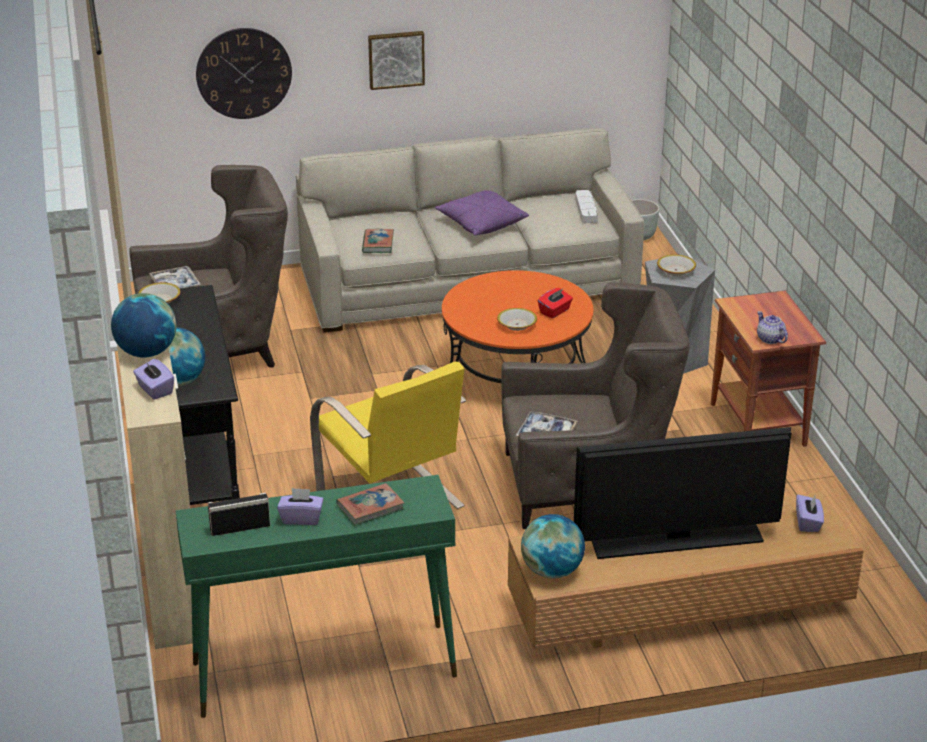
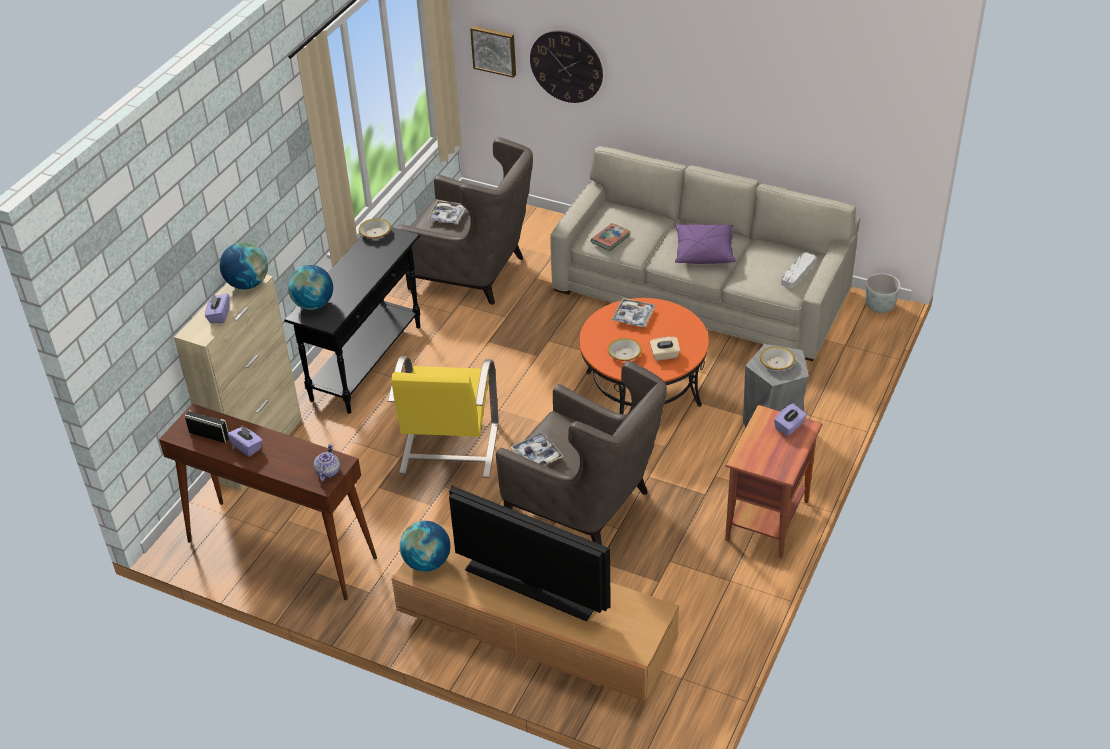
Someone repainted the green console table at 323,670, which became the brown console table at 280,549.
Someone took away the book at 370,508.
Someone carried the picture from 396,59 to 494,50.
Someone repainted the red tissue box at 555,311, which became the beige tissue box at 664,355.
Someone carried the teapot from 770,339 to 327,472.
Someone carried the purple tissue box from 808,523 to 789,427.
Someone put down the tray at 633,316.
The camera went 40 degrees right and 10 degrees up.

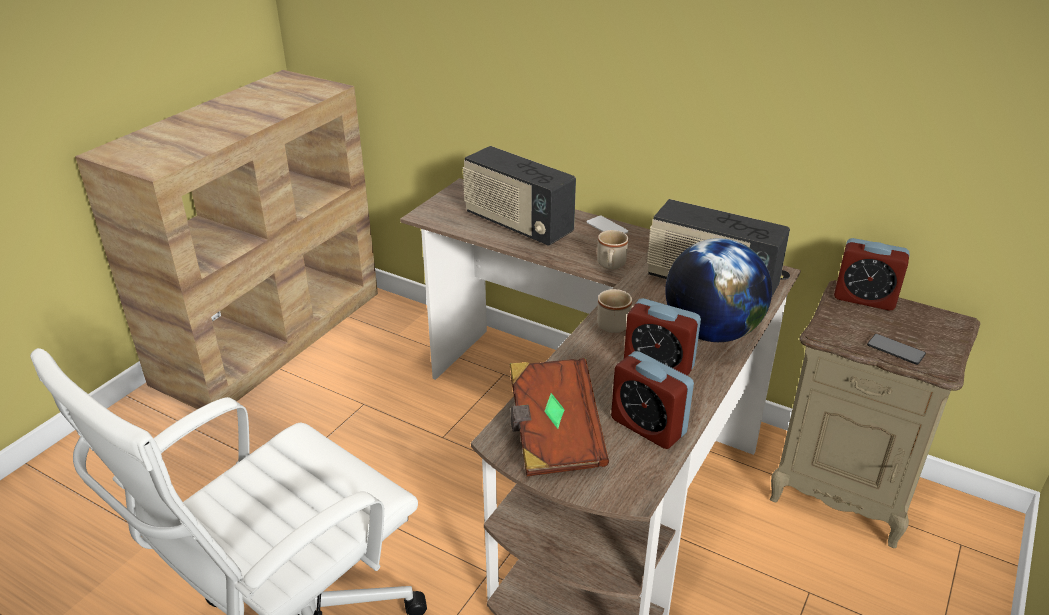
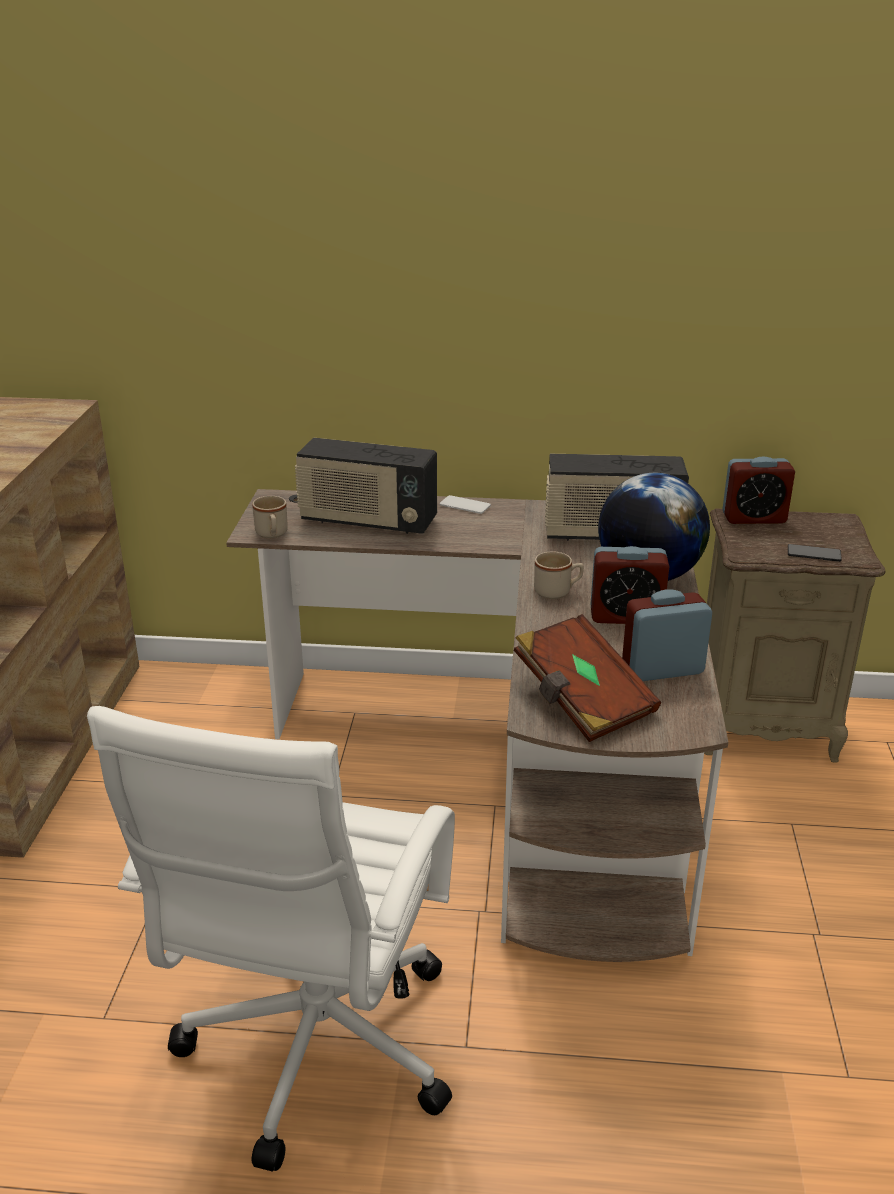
Someone carried the beige mug from 611,265 to 272,534.
Someone rotated the alarm clock at 648,426 by 150 degrees clockwise.
The camera went 25 degrees left and 5 degrees down.

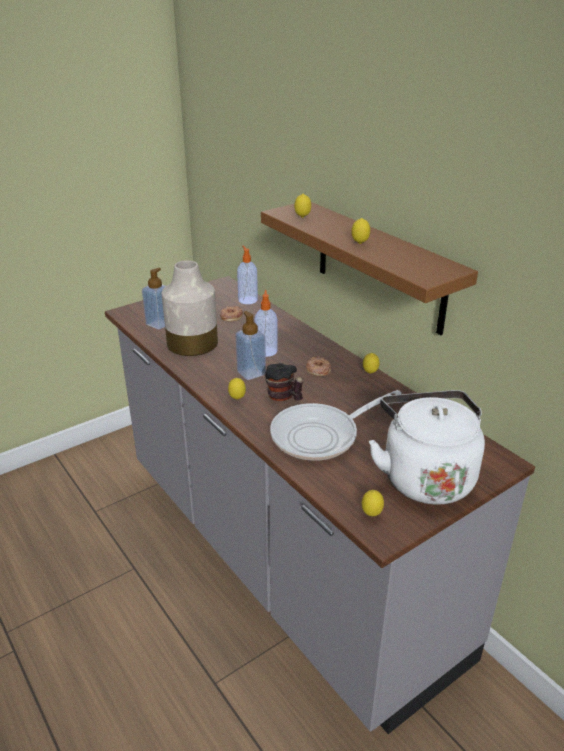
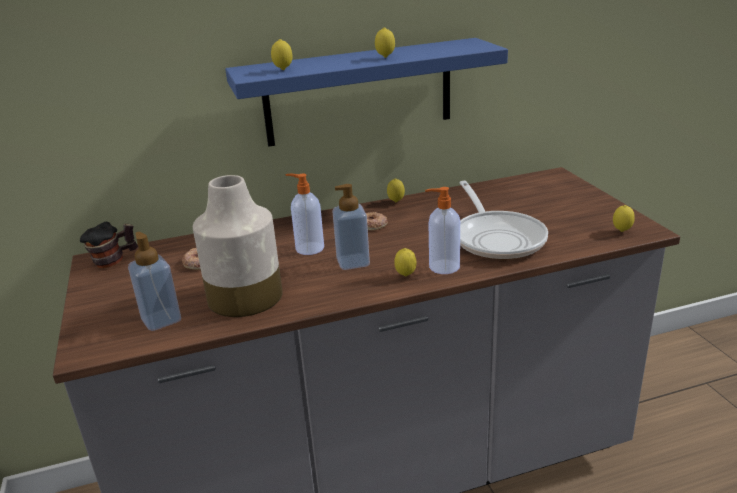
Someone carried the soap dispenser from 247,300 to 443,267.
Someone repainted the brown shelf at 379,266, which became the blue shelf at 359,92.
Someone carried the mug from 284,398 to 114,261.
Someone took away the white kettle at 425,476.
The camera went 70 degrees left and 5 degrees down.

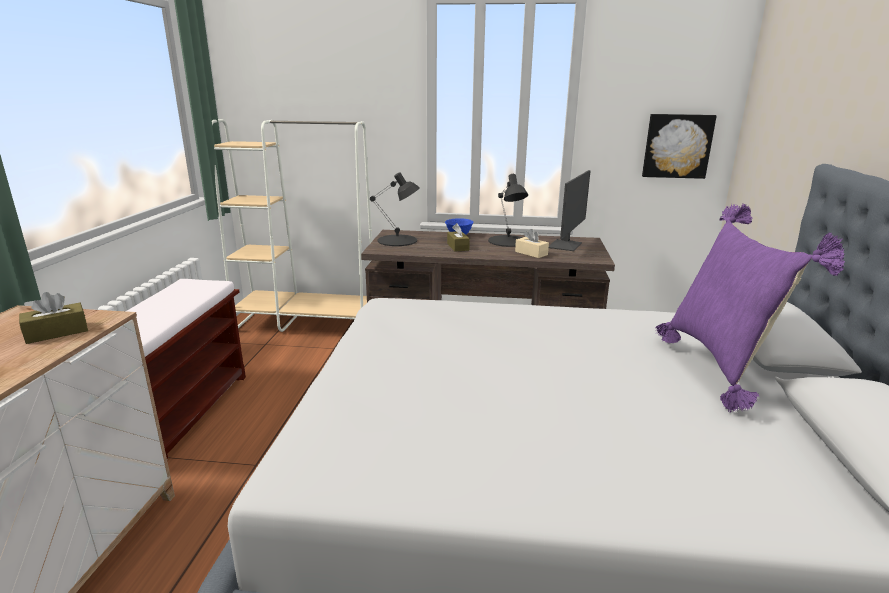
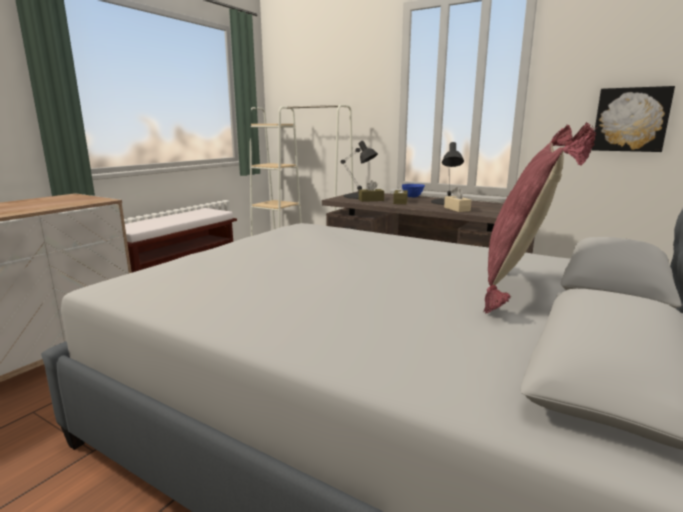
Someone carried the brown tissue box from 57,332 to 371,200.
Someone took away the monitor at 566,245.
Someone repainted the purple pillow at 720,374, which became the red pillow at 520,292.
The camera went 25 degrees right and 5 degrees down.

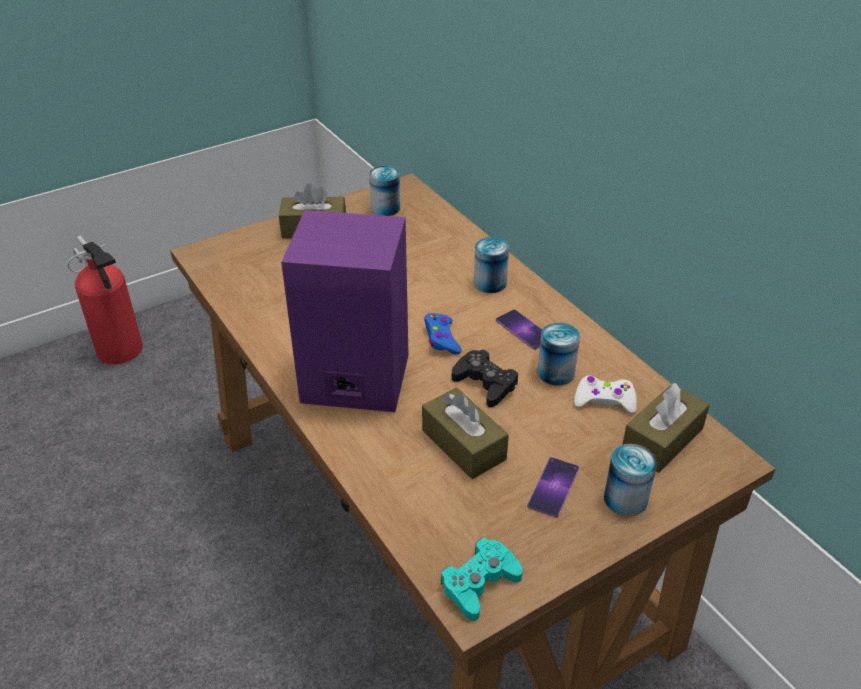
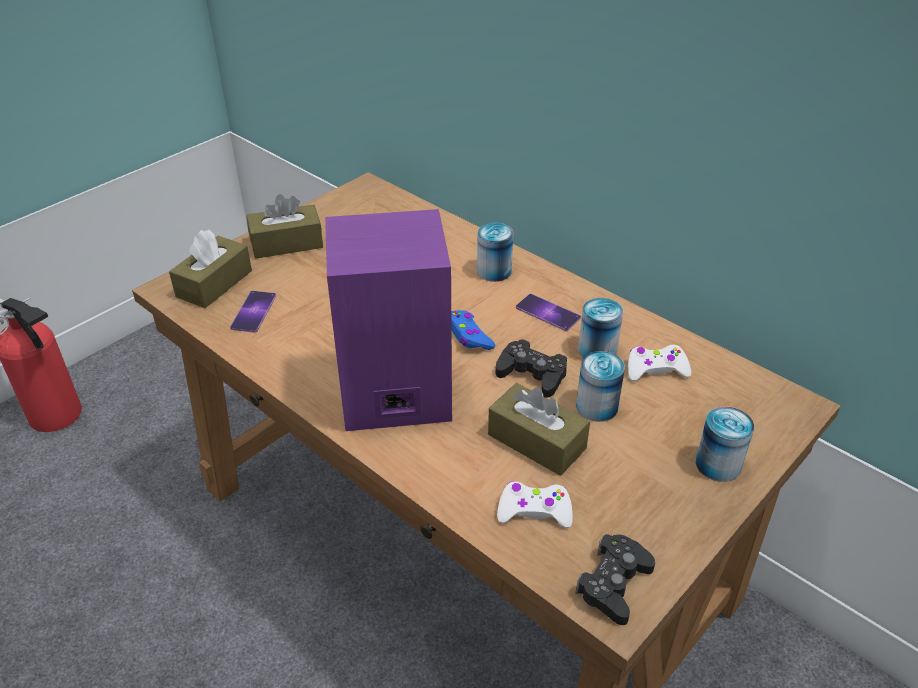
Someone carried the can from 385,208 to 597,406.
Someone repainted the turquoise game controller at 479,584, which became the black game controller at 613,584.
Someone carried the phone from 553,487 to 253,311.
Someone carried the brown tissue box from 662,439 to 214,284.
Someone put down the white game controller at 534,511.
The camera went 15 degrees left and 0 degrees up.

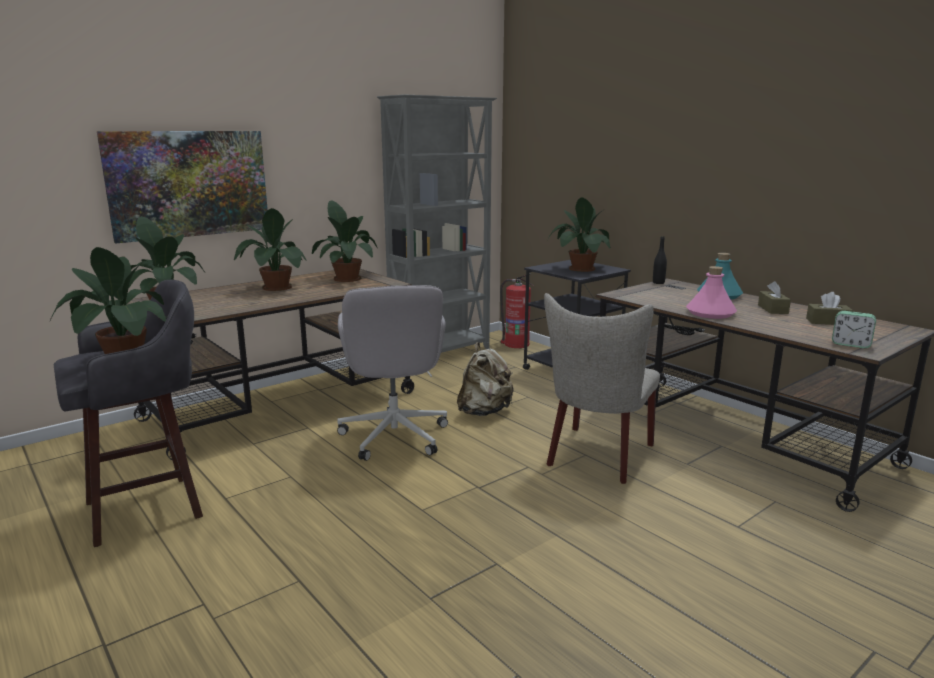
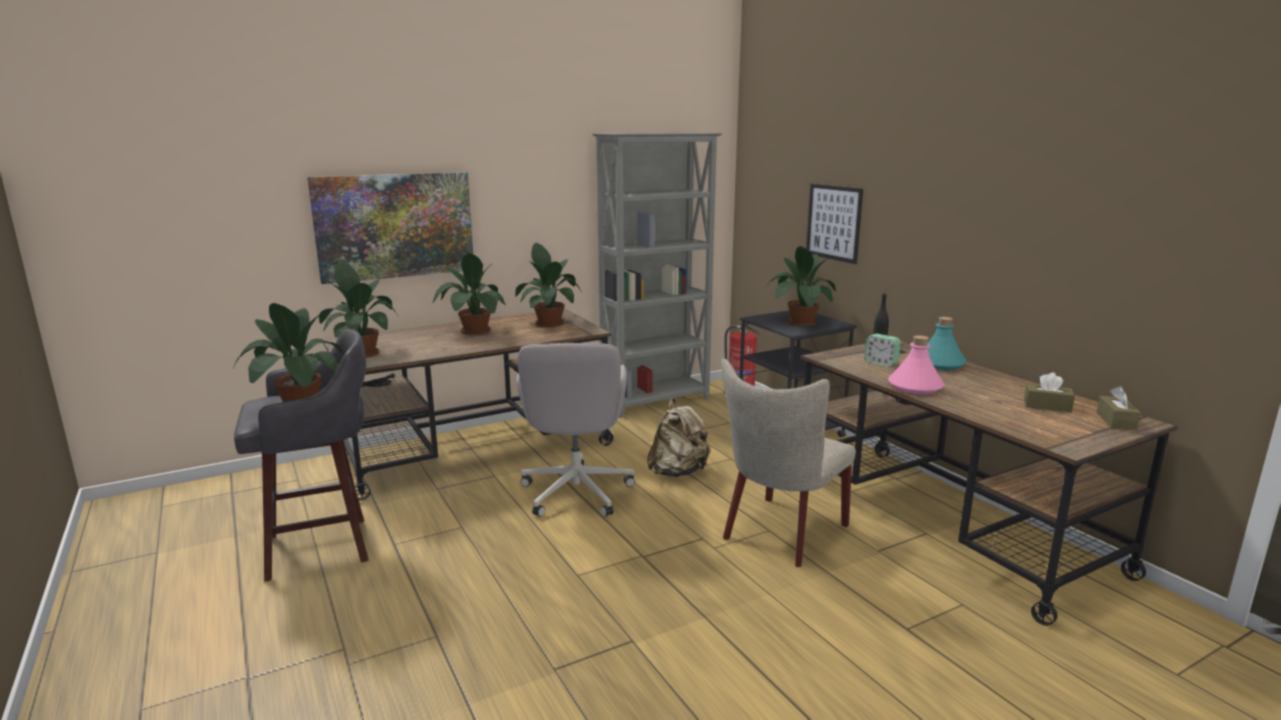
Someone carried the brown tissue box from 772,309 to 1116,421.
Someone carried the alarm clock from 851,344 to 881,363.
Someone put up the picture at 833,222.
The camera went 10 degrees right and 0 degrees up.

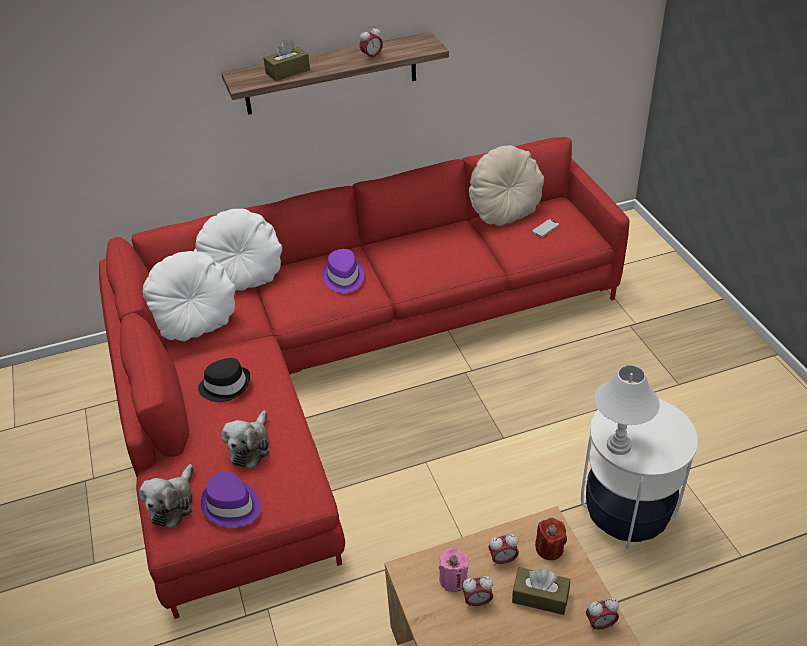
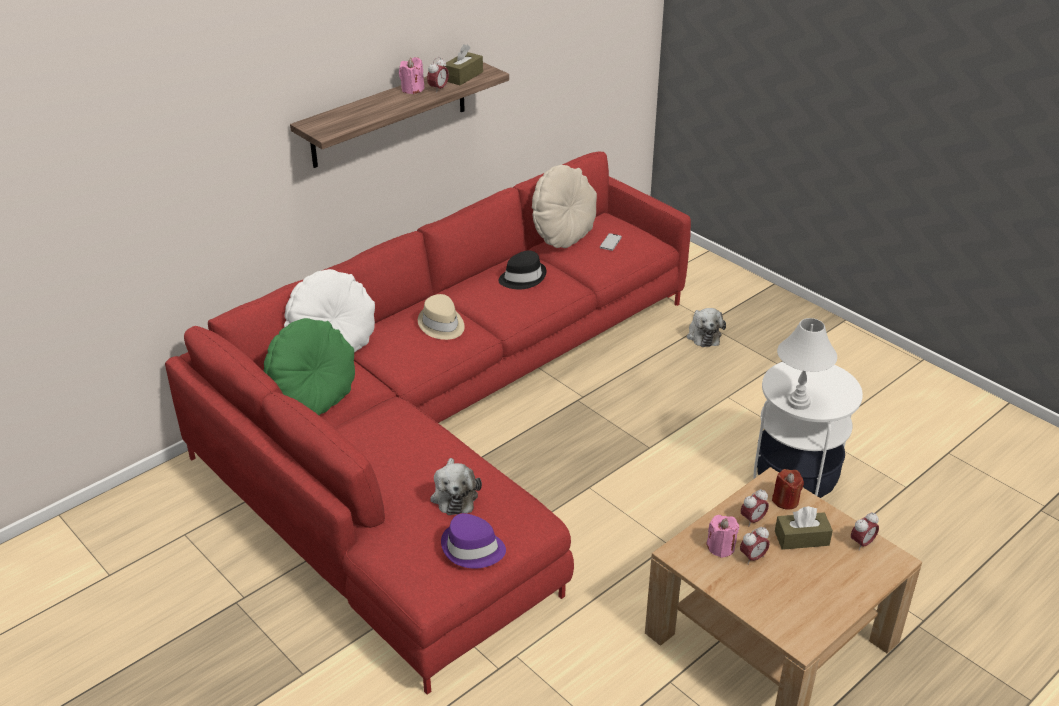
Someone carried the plush toy from 173,504 to 703,335.
Someone repainted the white pillow at 197,326, which became the green pillow at 314,404.
Someone carried the black hat from 225,385 to 522,278.
Someone carried the brown tissue box from 288,71 to 463,76.
Someone repainted the purple hat at 343,277, which became the beige hat at 441,325.
Someone put down the pink candle at 412,89.
The camera went 25 degrees left and 5 degrees down.

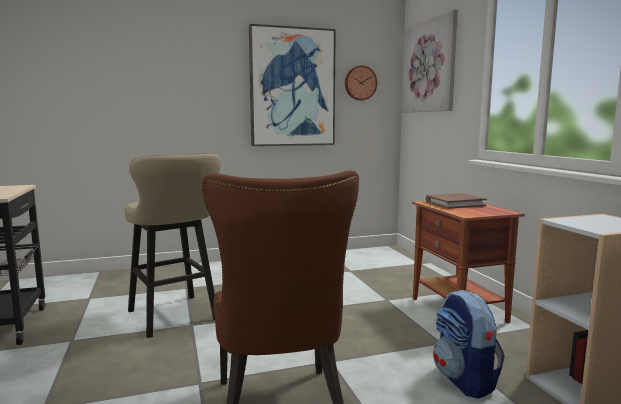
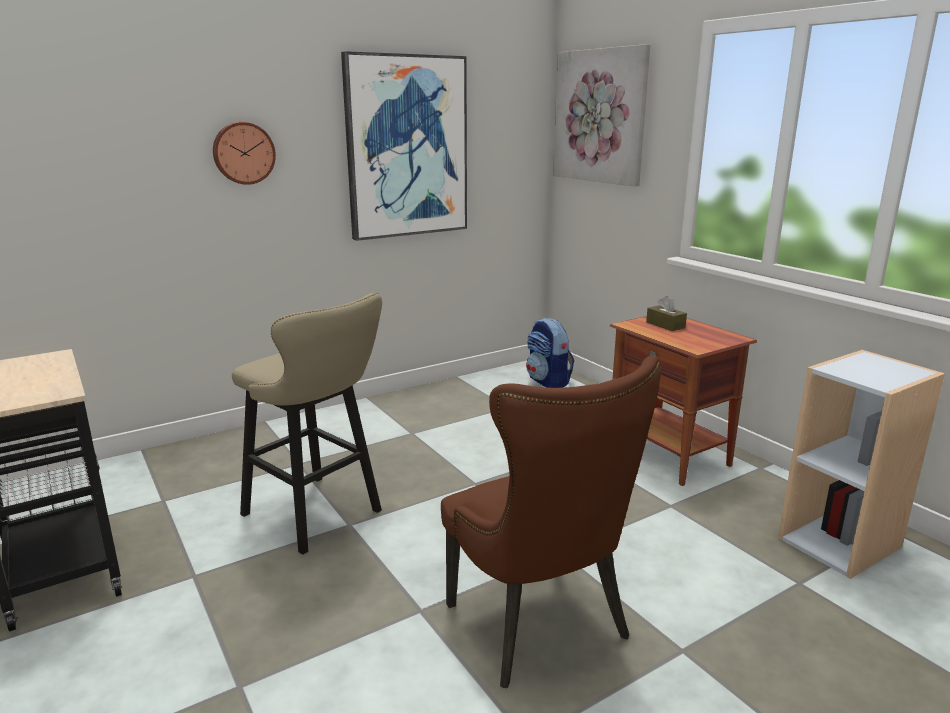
Someone carried the wall clock from 360,83 to 243,153.
Someone swapped the brown book at 455,204 for the brown tissue box at 665,325.
Someone carried the backpack from 465,380 to 548,382.
The camera went 15 degrees left and 10 degrees up.

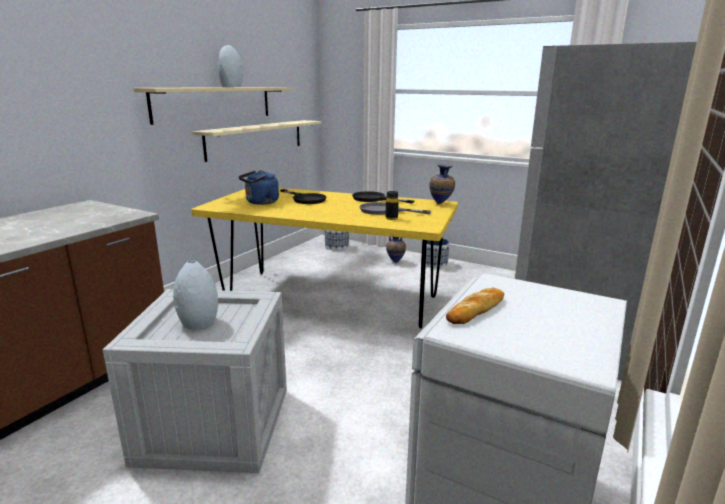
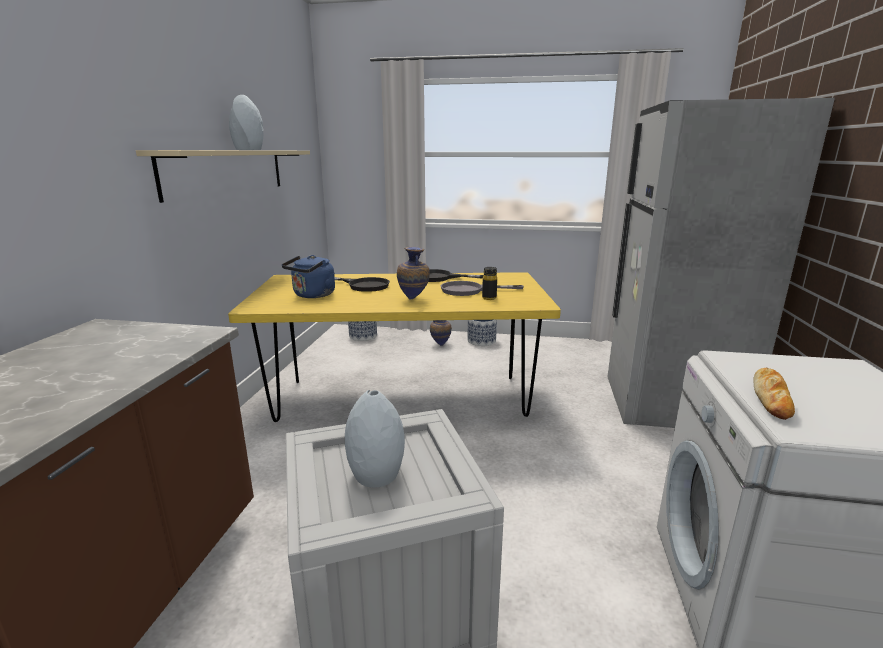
Someone took away the beige shelf at 256,139.
Someone carried the vase from 441,204 to 414,299.
The camera went 20 degrees left and 0 degrees up.

